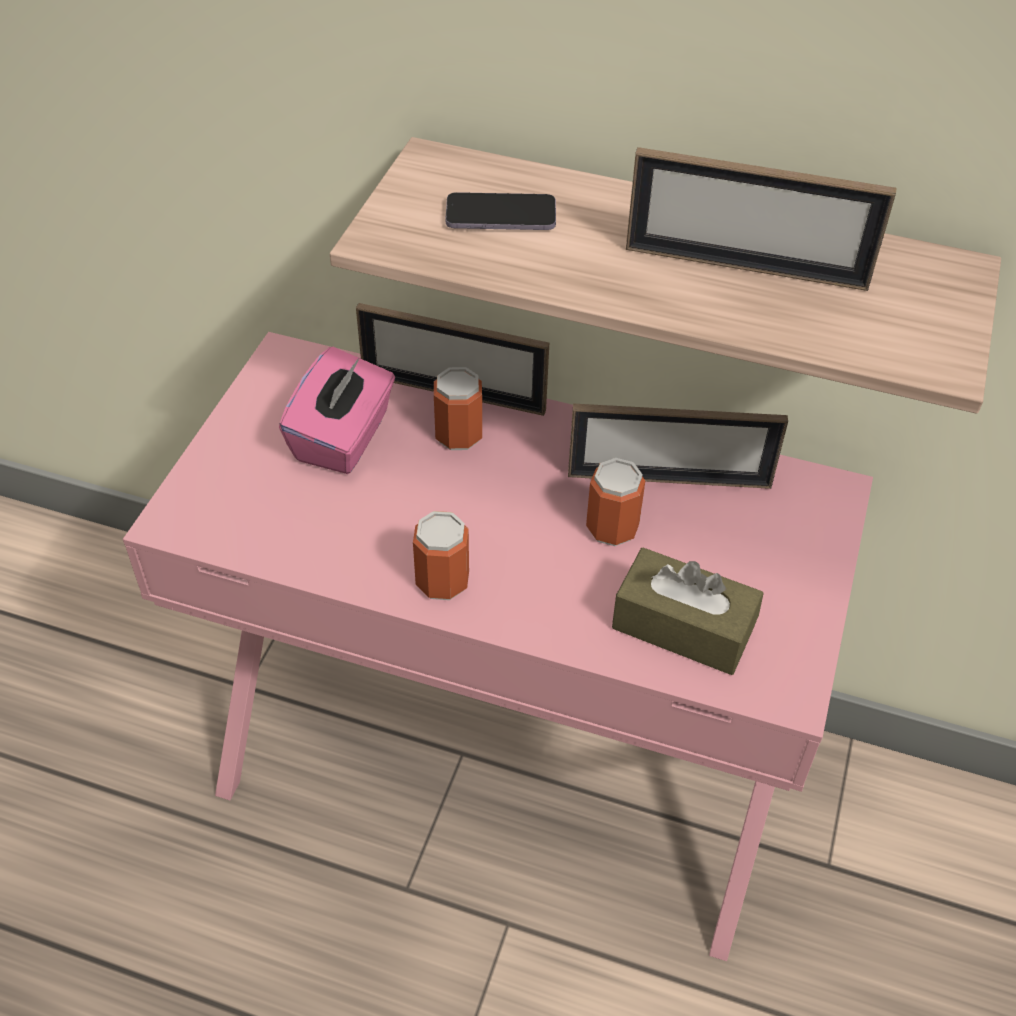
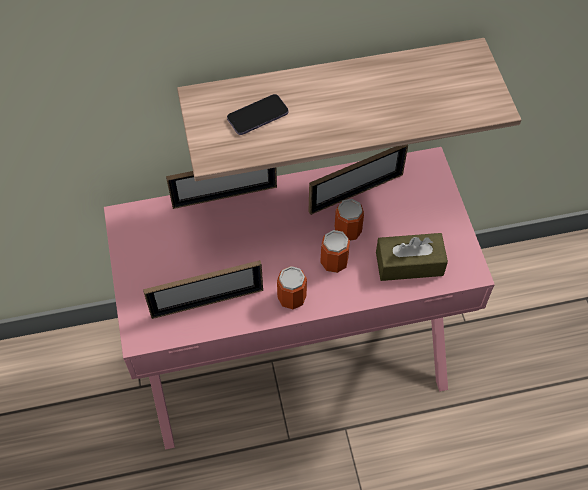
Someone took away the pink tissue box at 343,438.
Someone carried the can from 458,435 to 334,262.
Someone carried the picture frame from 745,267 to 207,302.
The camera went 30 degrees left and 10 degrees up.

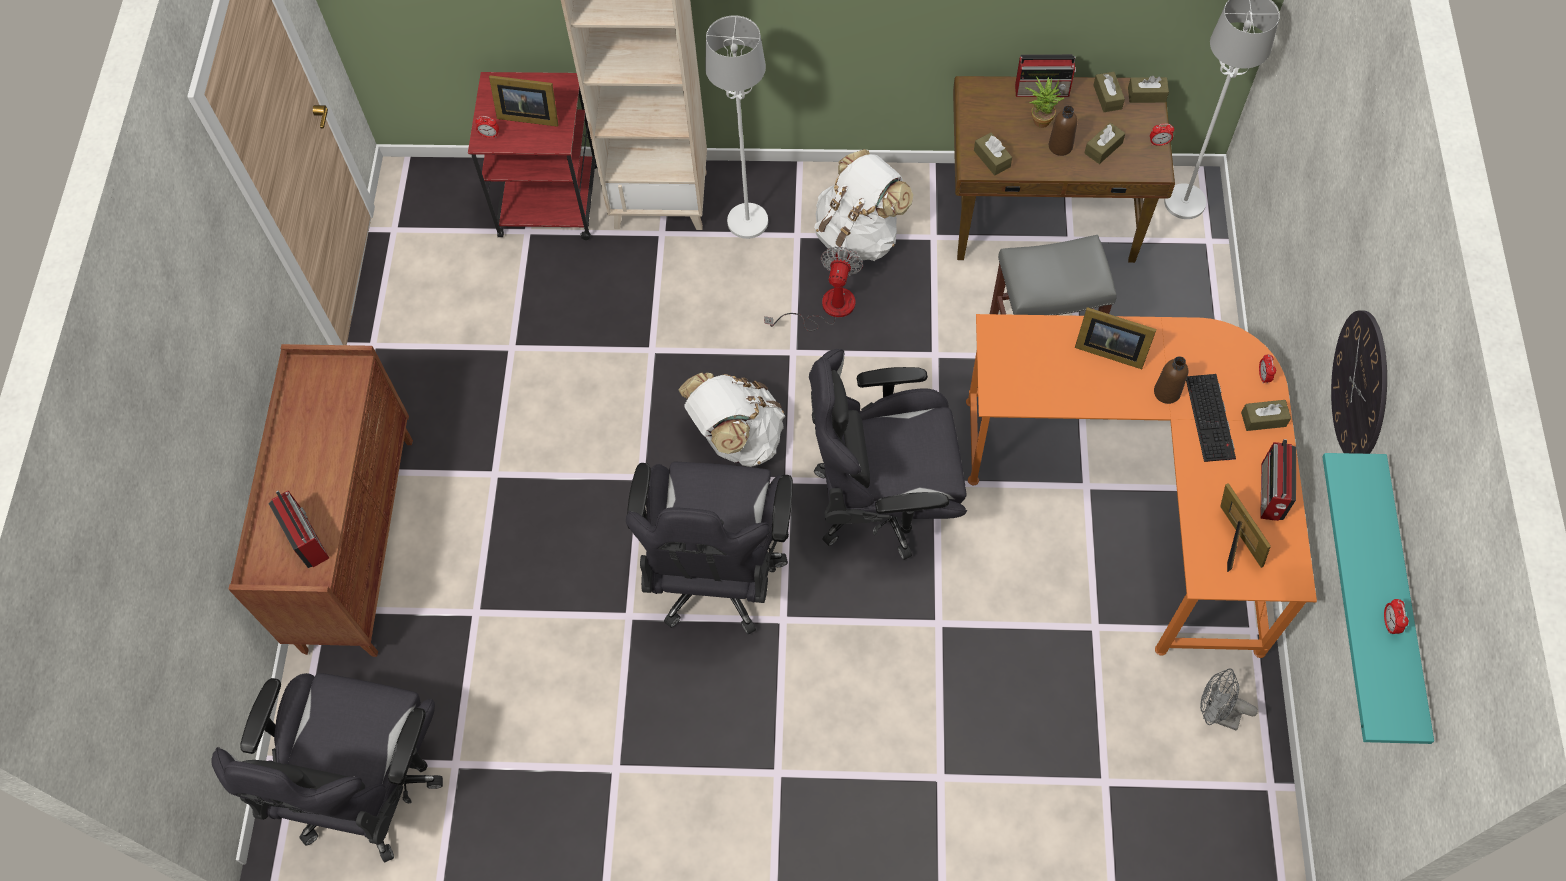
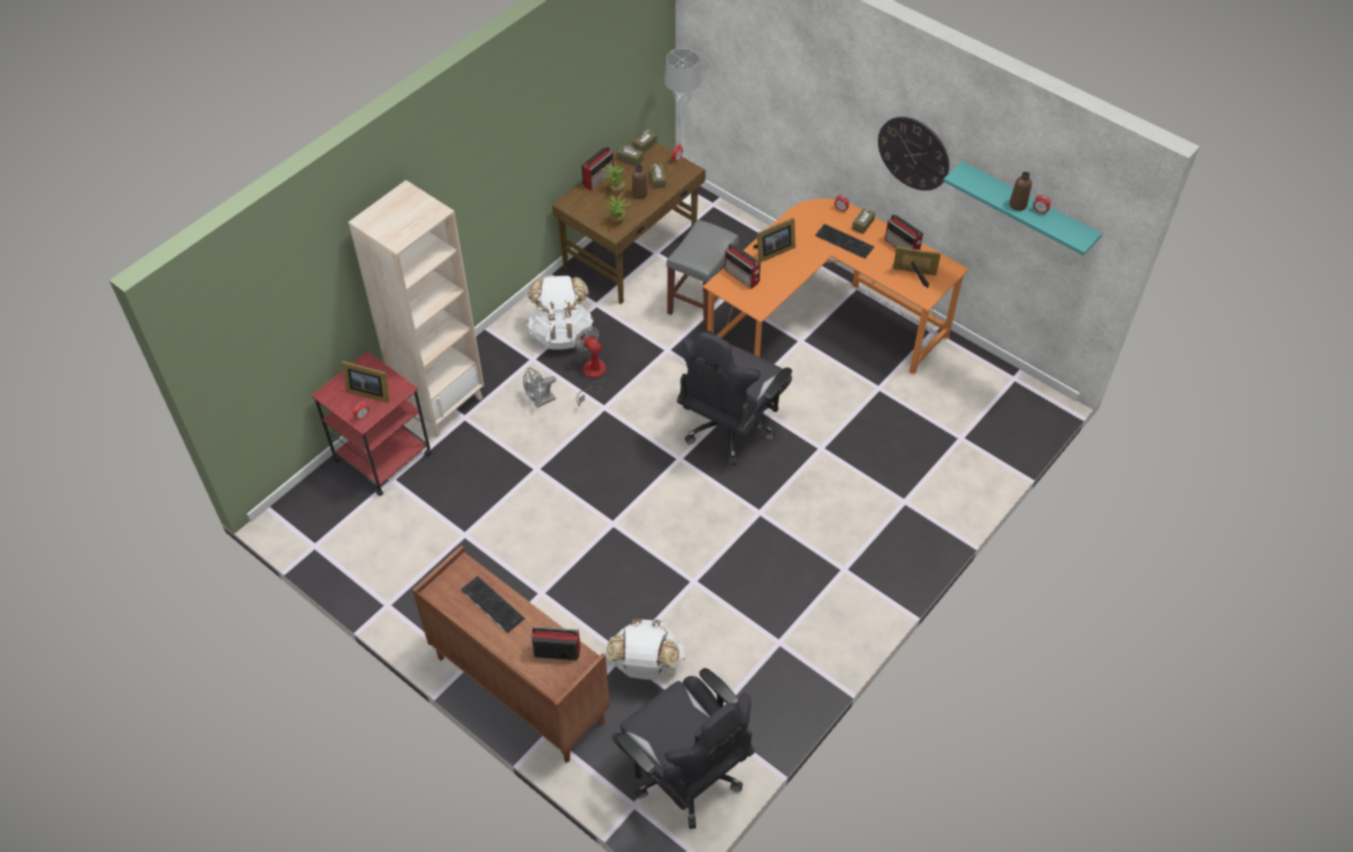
Someone rotated the picture frame at 527,115 by 60 degrees clockwise.
Someone took away the black office chair at 717,567.
Someone carried the white backpack from 736,438 to 645,665.
Someone took away the white floor lamp at 747,221.
Someone swapped the brown tissue box at 992,159 for the potted plant at 618,223.
Someone carried the brown bottle from 1167,392 to 1017,205.
Someone carried the grey fan from 1215,714 to 540,401.
Someone put down the keyboard at 491,604.
Someone put down the radio at 742,277.
The camera went 55 degrees left and 10 degrees down.

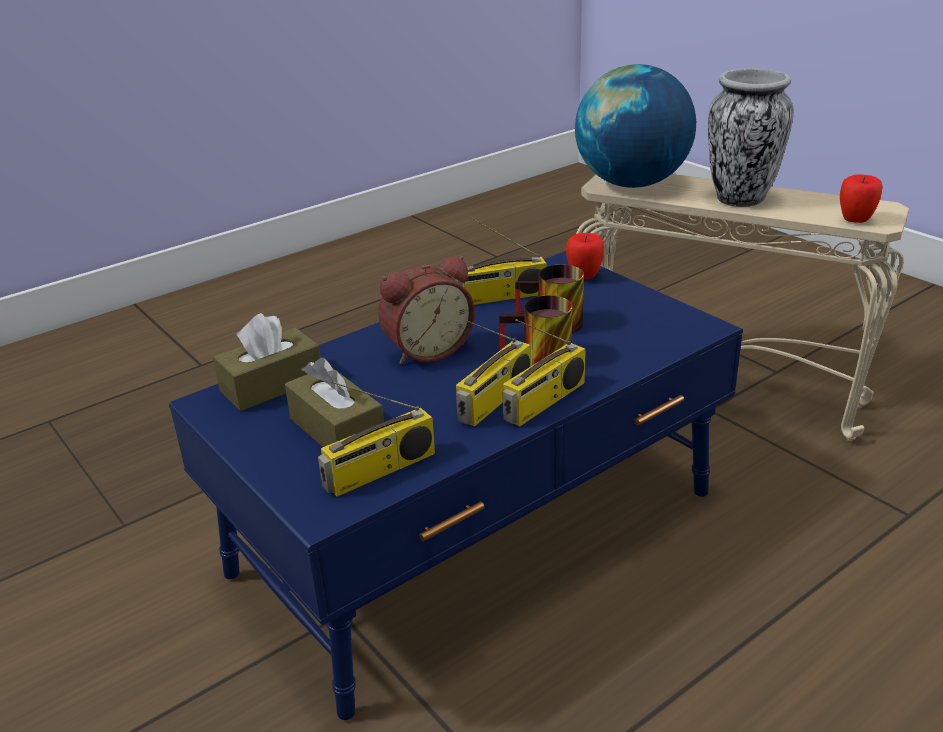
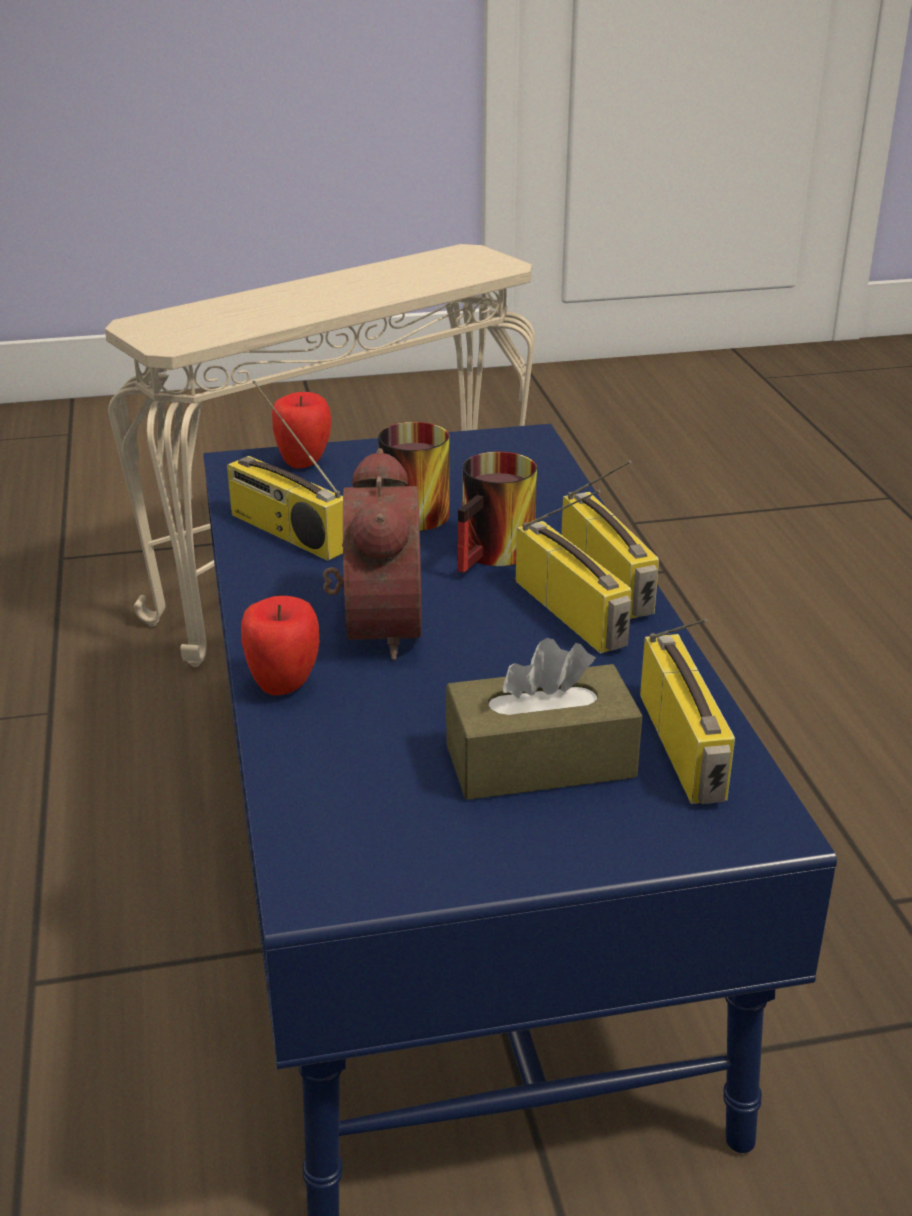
Someone took away the brown tissue box at 272,385.
Someone rotated the radio at 501,297 by 120 degrees clockwise.
Someone took away the globe at 631,184.
Someone took away the vase at 740,199.
Someone carried the apple from 855,221 to 284,687.
The camera went 65 degrees left and 0 degrees up.

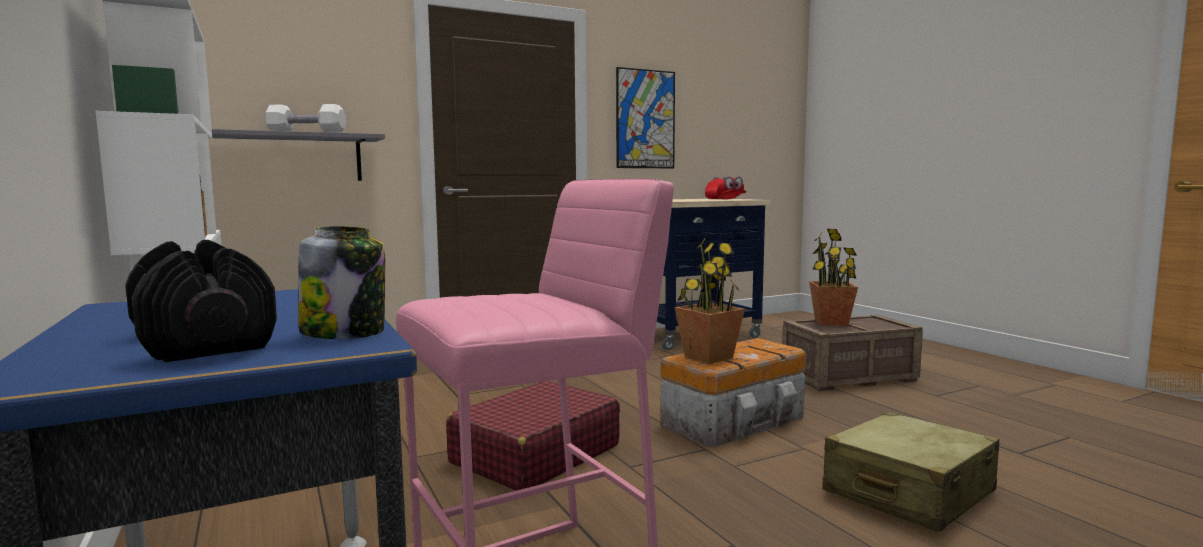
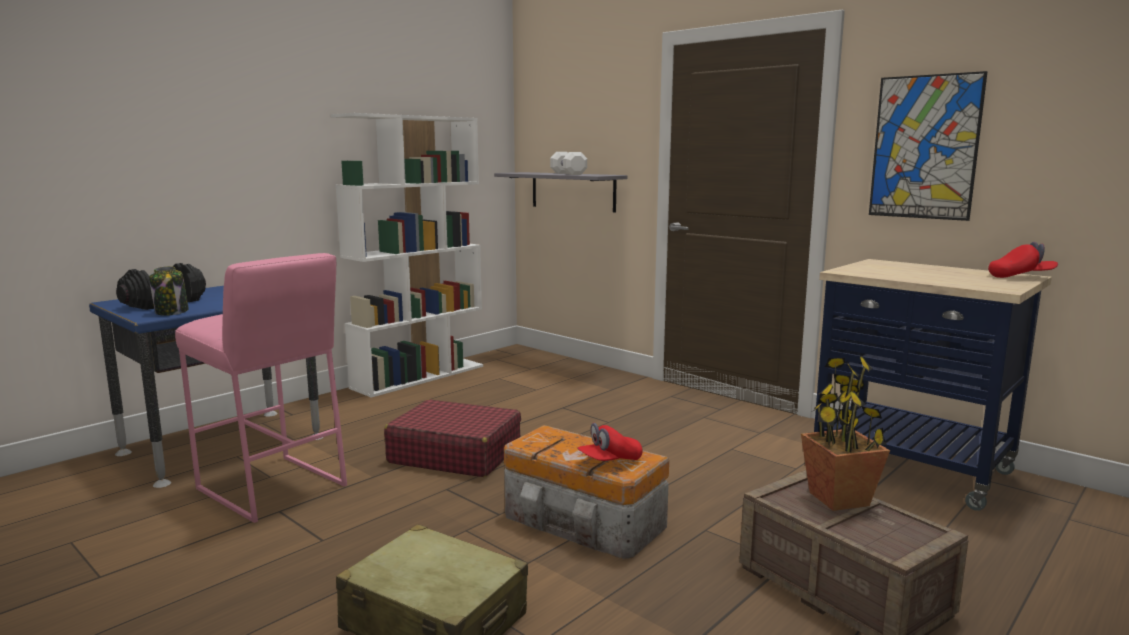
Someone took away the potted plant at 708,357.
Someone carried the red cap from 730,199 to 610,461.
The camera went 70 degrees right and 5 degrees up.

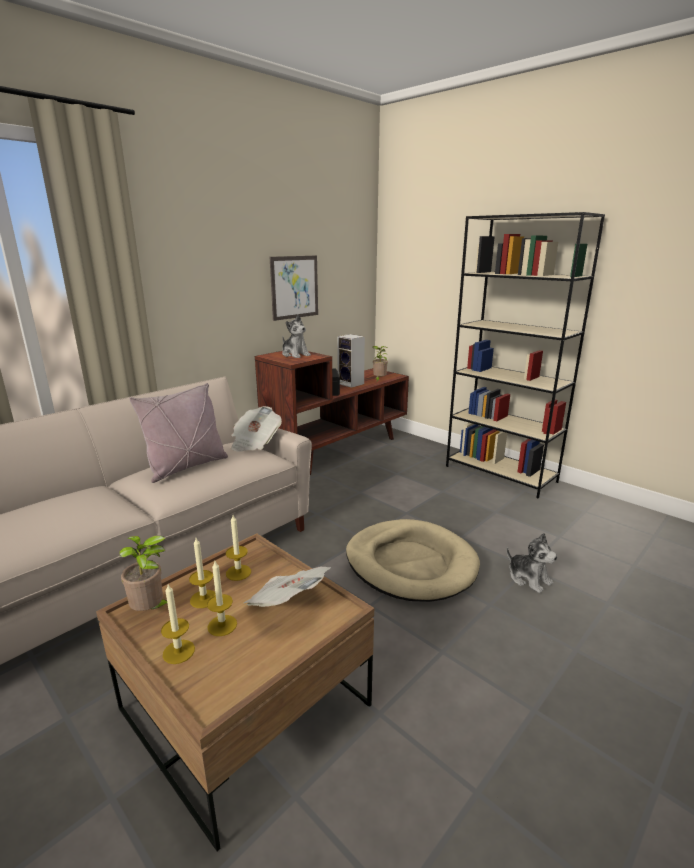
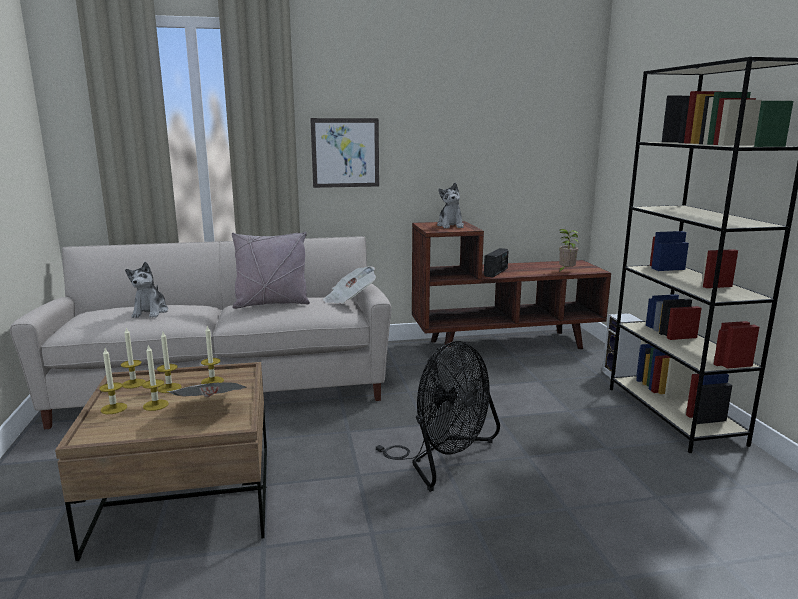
Someone swapped the potted plant at 151,611 for the candle at 133,383.
Someone carried the picture from 294,287 to 345,153.
Someone carried the speaker from 352,384 to 620,376.
Someone swapped the beige dog bed at 410,563 for the black fan at 441,458.
Someone carried the plush toy from 529,578 to 150,312.
The camera went 35 degrees right and 5 degrees down.

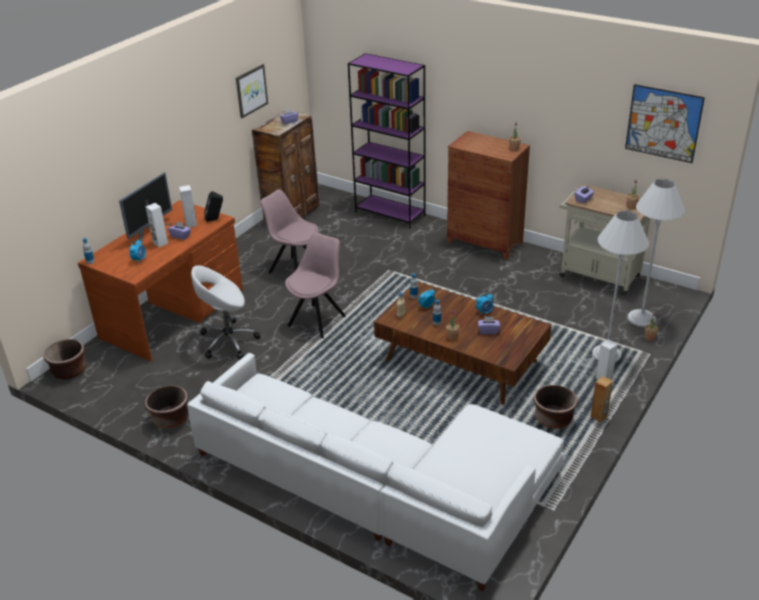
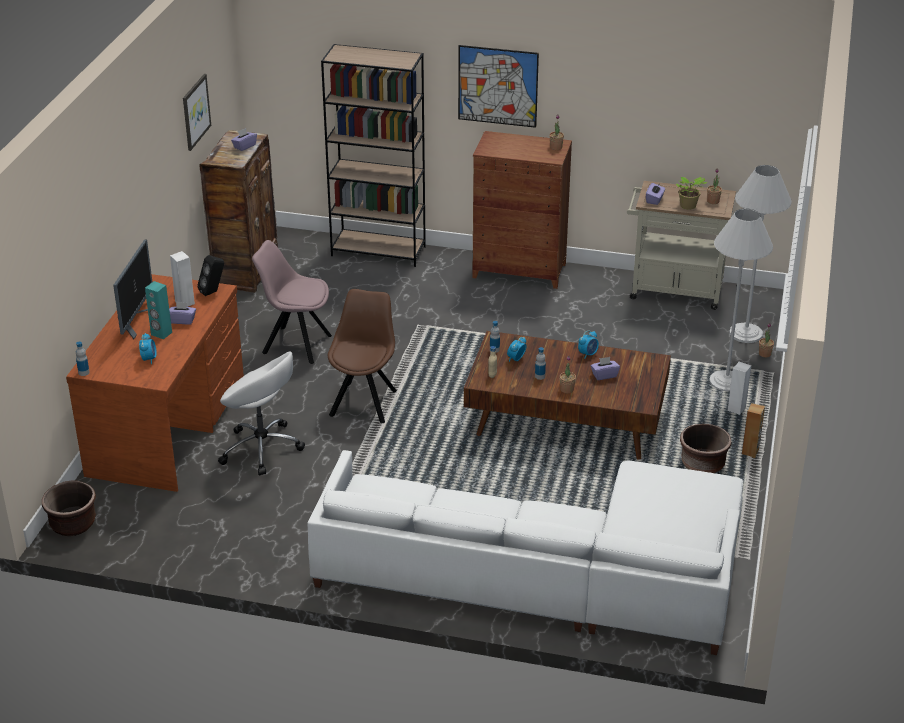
Someone took away the brown planter at 170,419.
Someone repainted the white speaker at 160,243, which became the turquoise speaker at 161,334.
Someone rotated the white office chair at 227,341 by 105 degrees counterclockwise.
Someone repainted the pink chair at 317,320, which became the brown chair at 364,403.
Someone repainted the purple bookcase at 390,214, which became the beige bookcase at 379,251.
Someone carried the picture from 663,123 to 497,86.
Someone put down the potted plant at 688,206.
The camera went 20 degrees left and 0 degrees up.

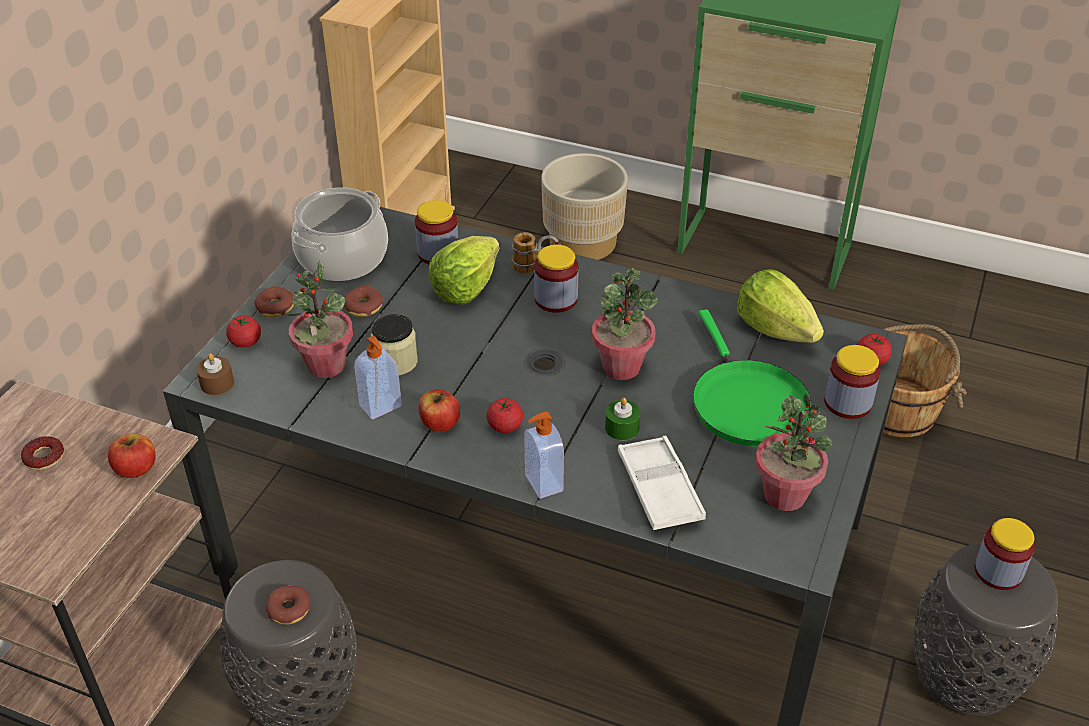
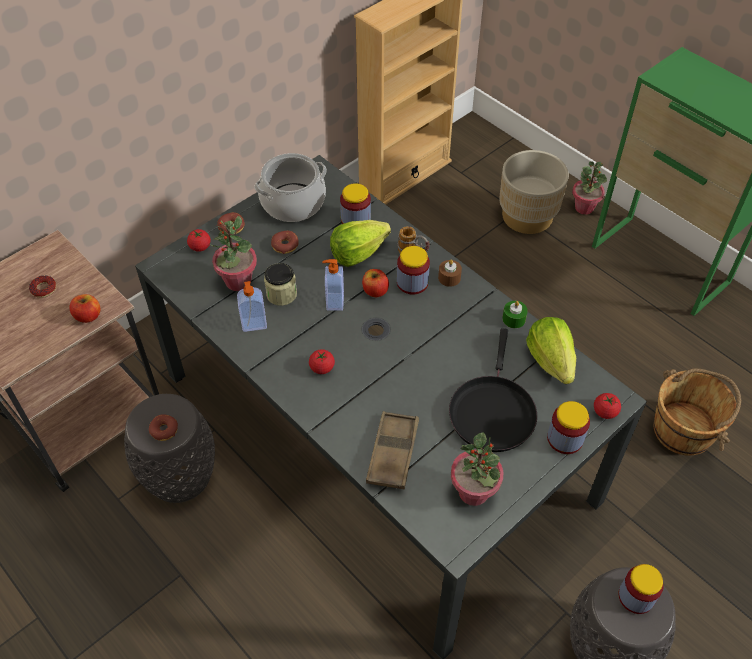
Someone carried the brown candle from 217,383 to 449,278.
Someone carried the apple from 440,423 to 375,291.
Someone carried the soap dispenser from 542,483 to 334,301.
Someone carried the potted plant from 621,367 to 584,208.
Someone carried the green candle from 622,428 to 513,319.
Someone repainted the white tray at 659,489, which became the brown tray at 393,453.
Someone repainted the green frying pan at 746,403, which became the black frying pan at 492,411.
The camera went 25 degrees right and 10 degrees up.

